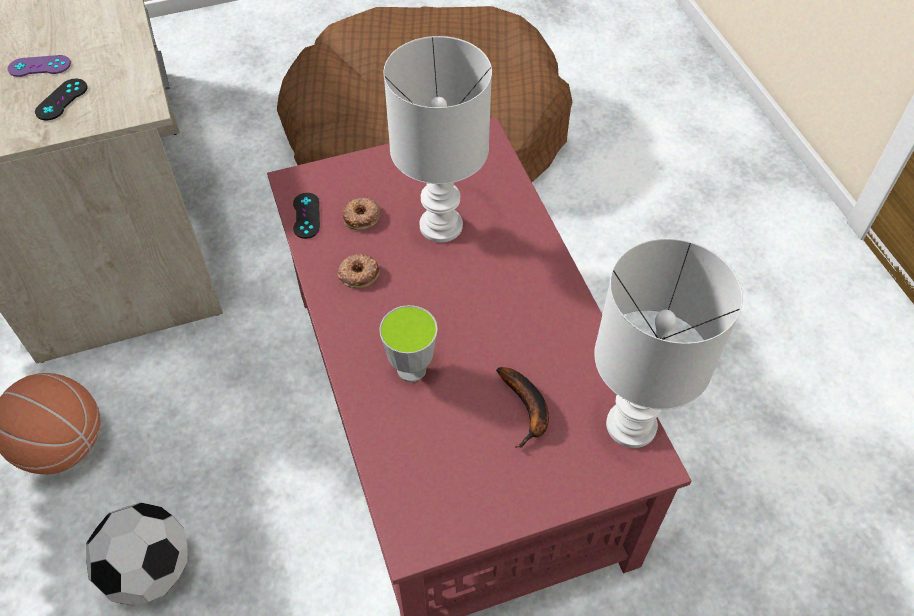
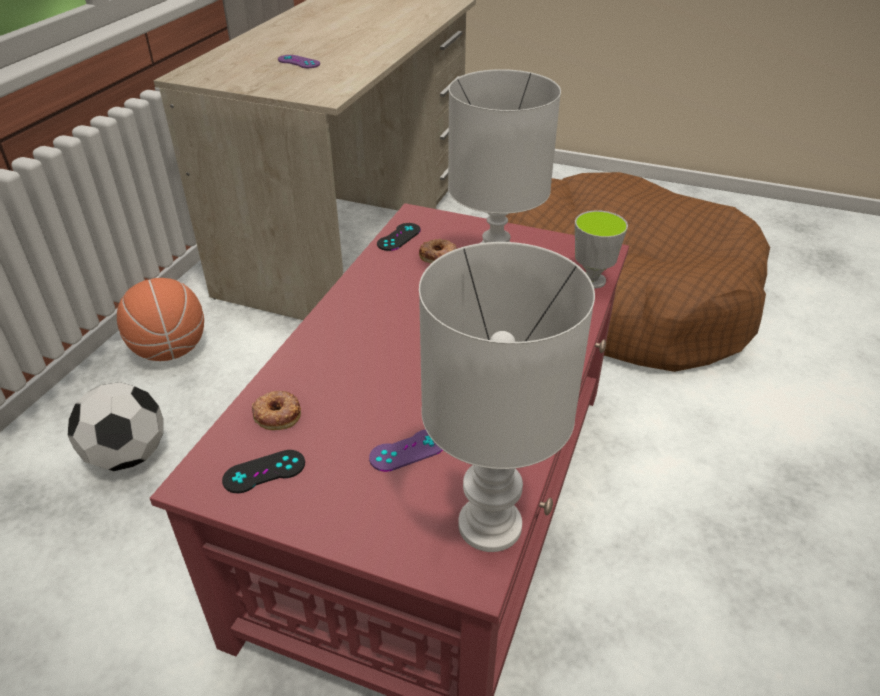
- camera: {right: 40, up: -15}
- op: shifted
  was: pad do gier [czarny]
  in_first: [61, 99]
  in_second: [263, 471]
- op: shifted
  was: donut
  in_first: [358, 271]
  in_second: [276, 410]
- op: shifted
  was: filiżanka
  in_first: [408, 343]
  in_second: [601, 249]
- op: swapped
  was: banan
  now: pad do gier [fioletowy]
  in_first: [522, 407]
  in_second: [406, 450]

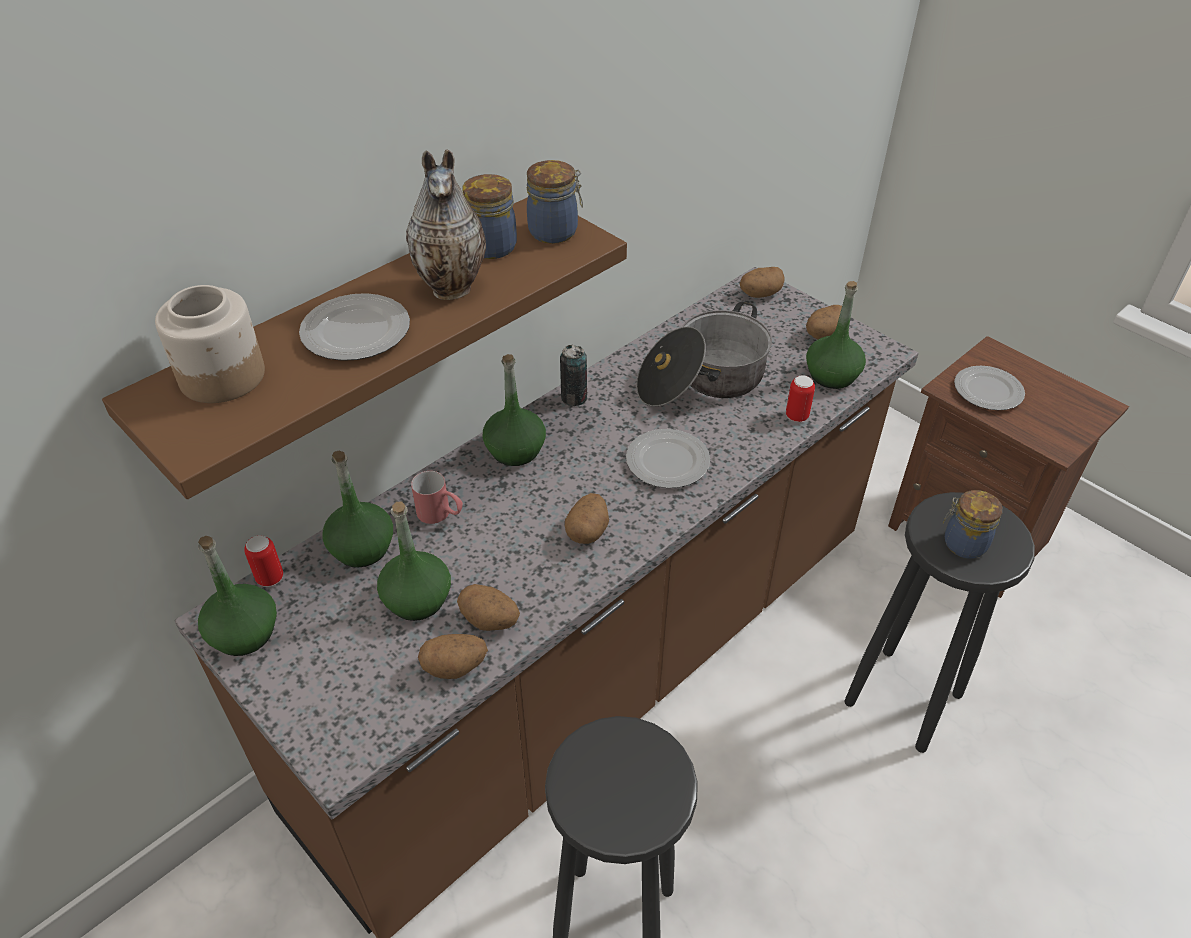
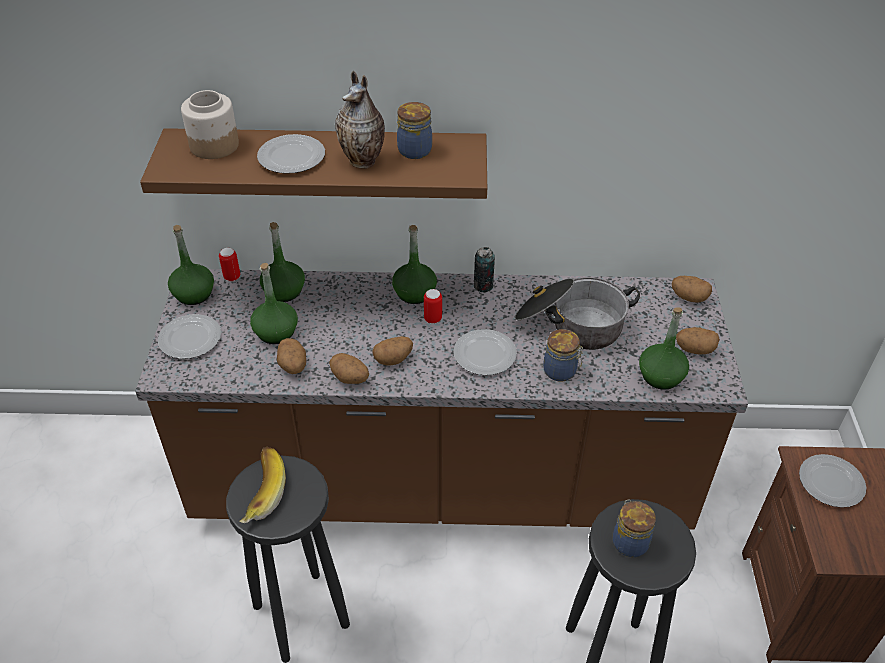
- camera: {right: 45, up: 0}
- op: gone
  was: kubek [czerwony]
  in_first: [437, 497]
- op: new
  now: talerz
  in_second: [189, 336]
- op: new
  now: banan
  in_second: [262, 485]
- op: shifted
  was: ziemniak
  in_first: [453, 656]
  in_second: [349, 368]
- op: shifted
  was: słoik
  in_first: [555, 202]
  in_second: [563, 355]
- op: shifted
  was: puszka
  in_first: [800, 398]
  in_second: [433, 306]

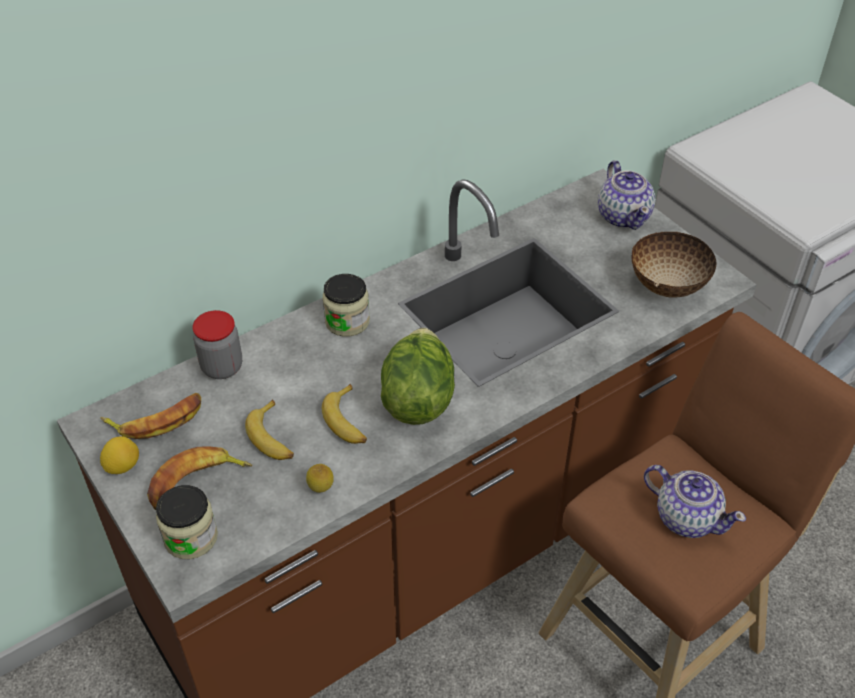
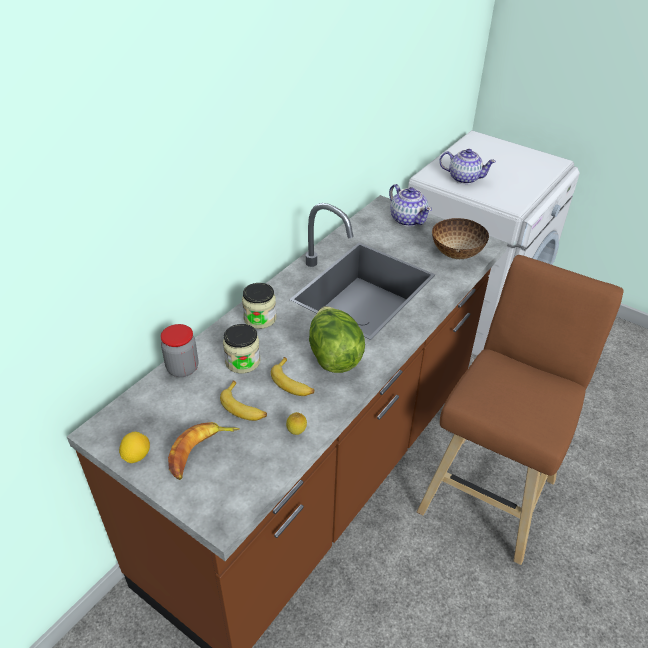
- camera: {right: -20, up: -5}
- op: gone
  was: banan
  in_first: [150, 416]
- op: shifted
  was: słoik
  in_first: [187, 522]
  in_second: [242, 348]
- op: shifted
  was: imbryk
  in_first: [695, 501]
  in_second: [467, 166]

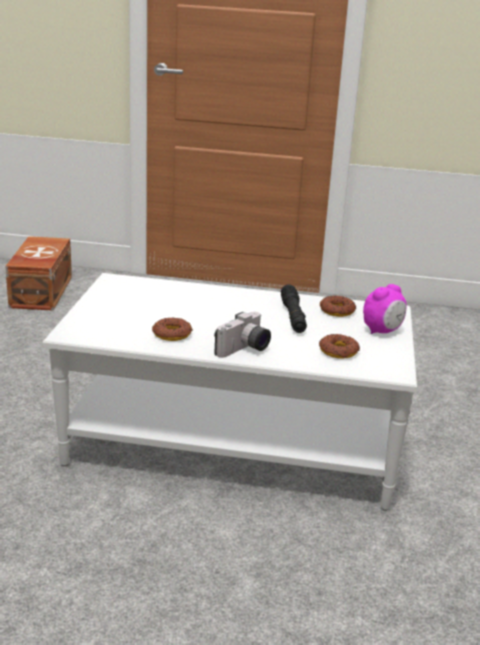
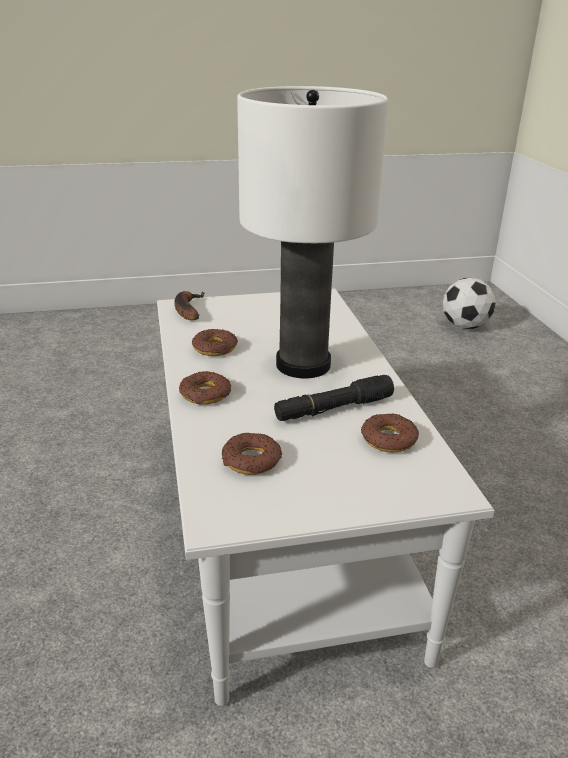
- camera: {right: 70, up: 5}
- op: gone
  was: budzik
  in_first: [385, 309]
- op: new
  now: banan
  in_second: [189, 305]
- op: new
  now: lampa stołowa [biały]
  in_second: [312, 232]
- op: swapped
  was: pojemnik do przechowywania [brązowy]
  now: piłka futbolowa
  in_first: [38, 273]
  in_second: [469, 303]
- op: swapped
  was: aparat fotograficzny
  now: donut
  in_first: [242, 335]
  in_second: [205, 388]

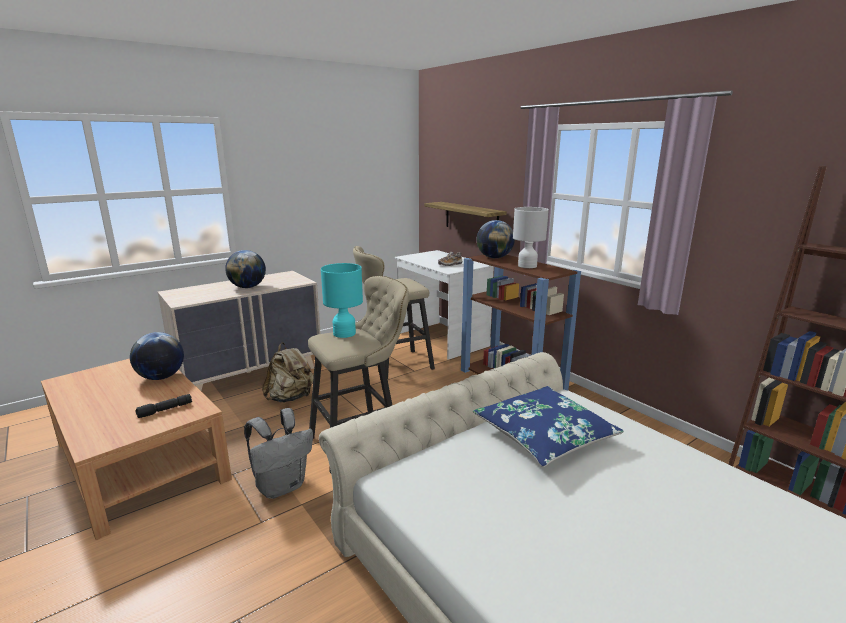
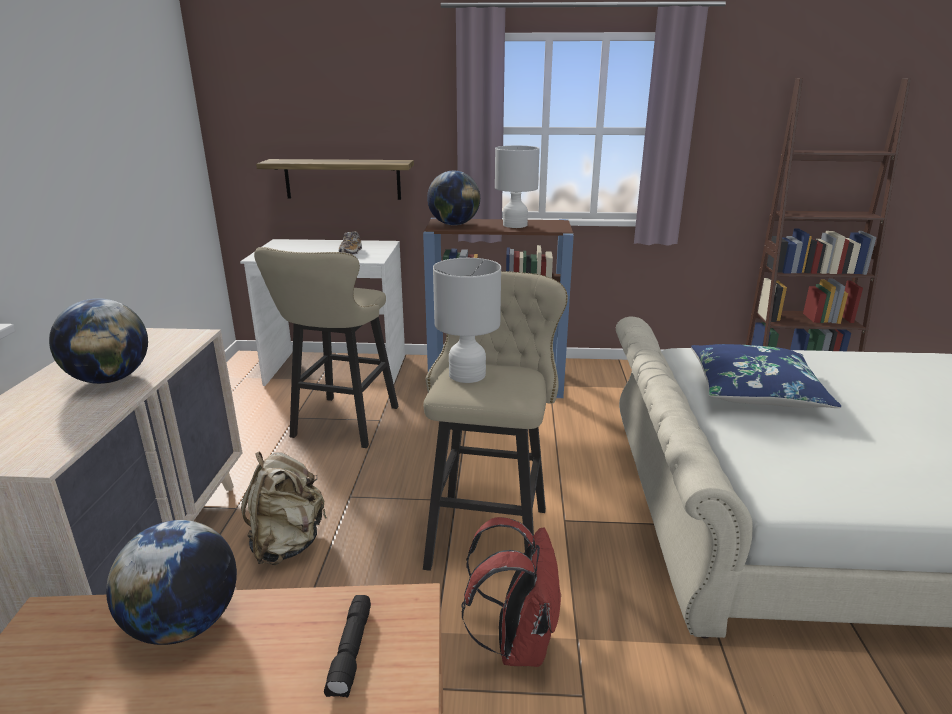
- camera: {right: -50, up: 5}
- op: repainted
  was: plecak [szary]
  now: plecak [czerwony]
  in_first: [278, 453]
  in_second: [511, 592]
- op: repainted
  was: lampa stołowa [turkusowy]
  now: lampa stołowa [szary]
  in_first: [342, 300]
  in_second: [467, 320]

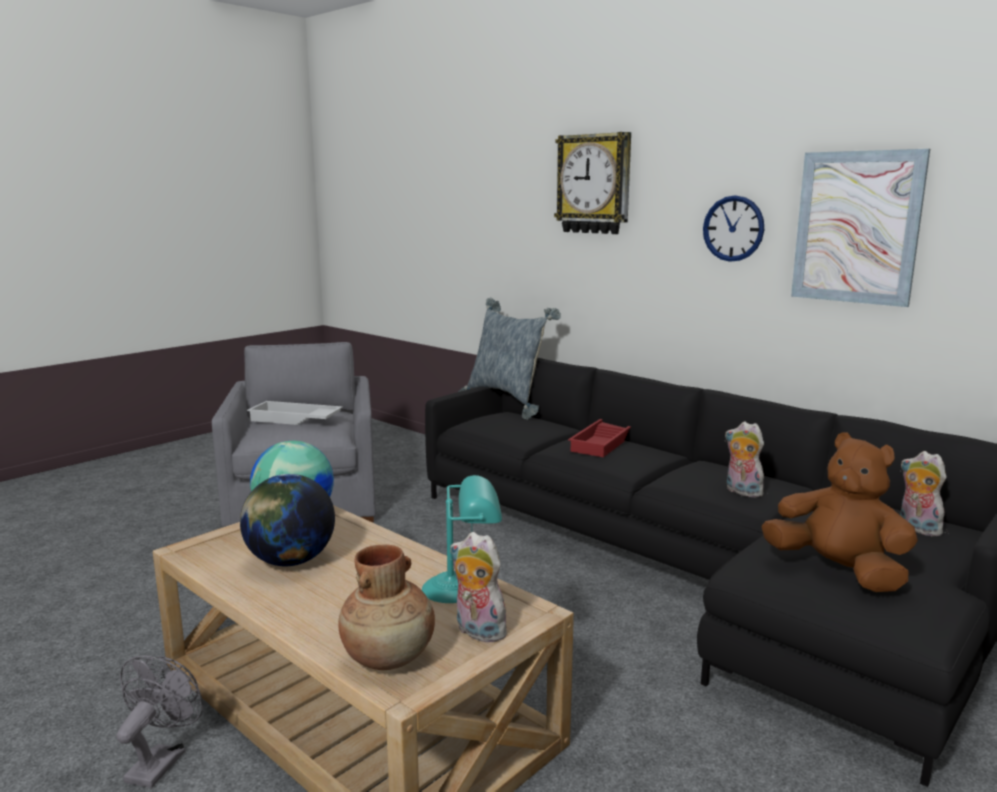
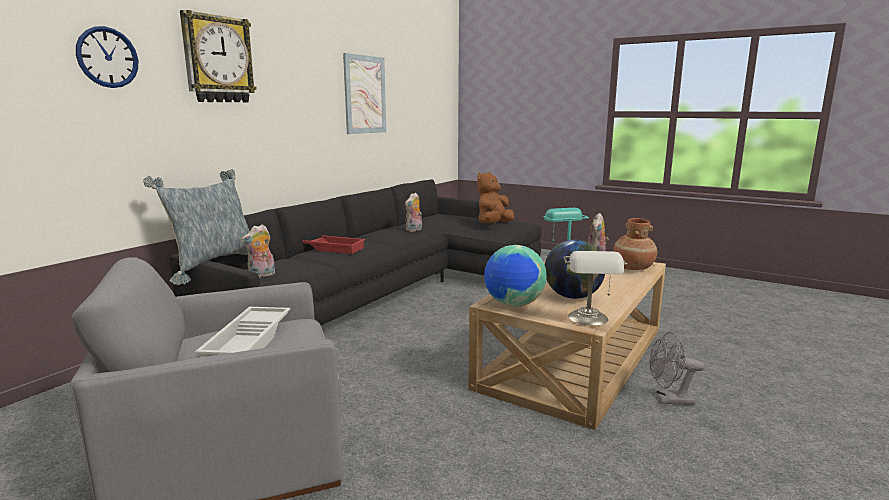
- camera: {right: -100, up: 0}
- op: new
  now: lampa stołowa [biały]
  in_second: [595, 288]
- op: shifted
  was: zegar ścienny
  in_first: [733, 228]
  in_second: [107, 57]
- op: shifted
  was: pluszak
  in_first: [923, 493]
  in_second: [258, 251]

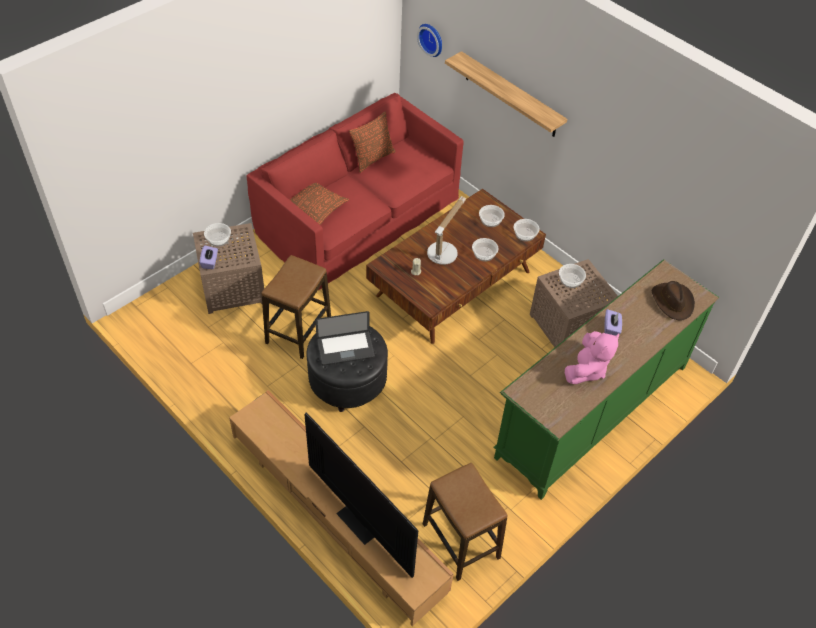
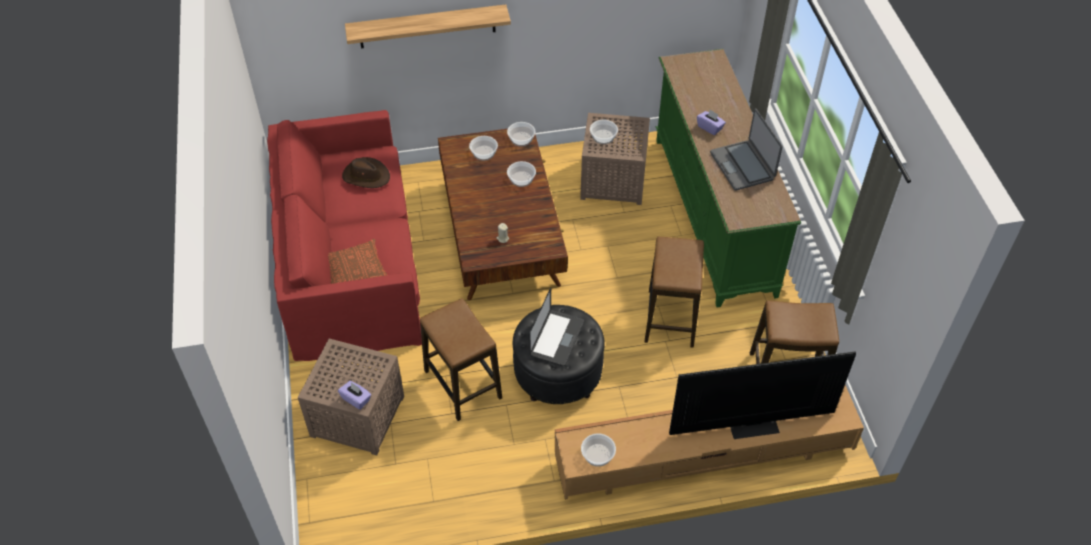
- camera: {right: -55, up: 0}
- op: gone
  was: poduszka [brązowy]
  in_first: [372, 142]
- op: gone
  was: zegar ścienny
  in_first: [429, 40]
- op: gone
  was: lampa stołowa
  in_first: [446, 230]
- op: new
  now: stołek
  in_second: [674, 292]
- op: shifted
  was: miska
  in_first: [217, 235]
  in_second: [598, 450]
- op: shifted
  was: kapelusz [brązowy]
  in_first: [673, 301]
  in_second: [366, 172]
- op: swapped
  was: pluszak [różowy]
  now: laptop
  in_first: [592, 357]
  in_second: [746, 149]

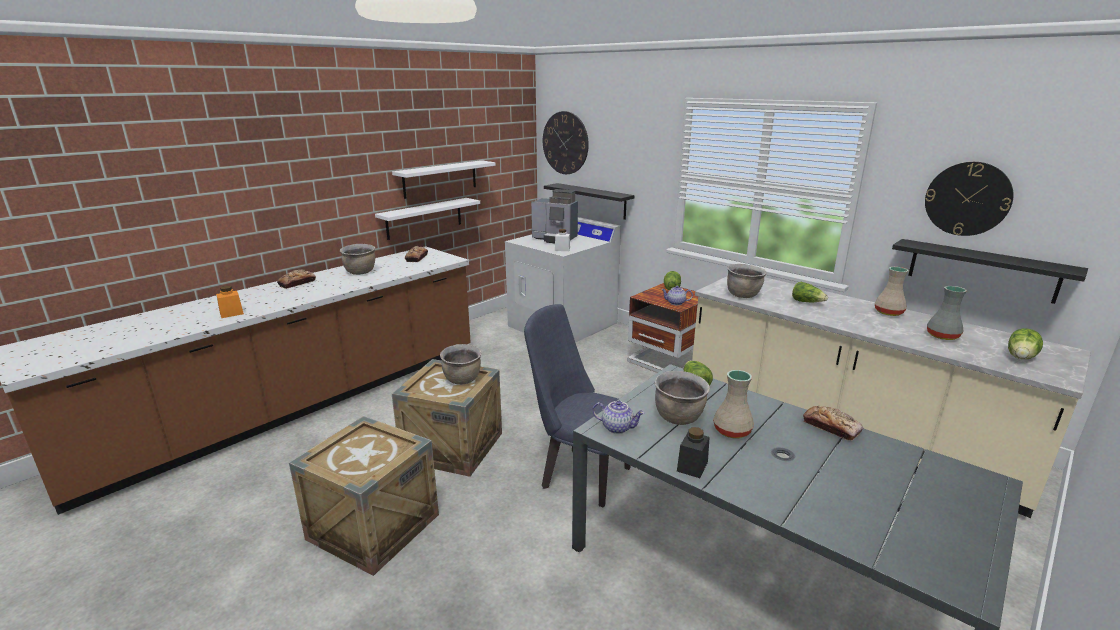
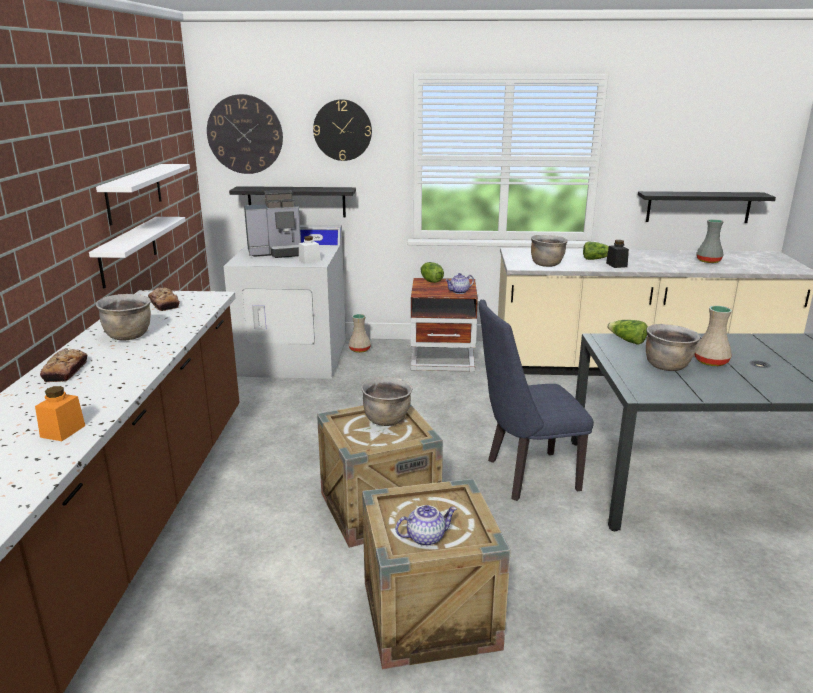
- camera: {right: -40, up: 0}
- op: gone
  was: chleb
  in_first: [833, 423]
- op: gone
  was: sałata
  in_first: [1025, 343]
- op: shifted
  was: imbryk
  in_first: [618, 417]
  in_second: [426, 525]
- op: shifted
  was: słoik [czarny]
  in_first: [693, 452]
  in_second: [617, 254]
- op: shifted
  was: wazon [beżowy]
  in_first: [892, 291]
  in_second: [360, 333]
- op: shifted
  was: zegar ścienny
  in_first: [969, 199]
  in_second: [342, 130]

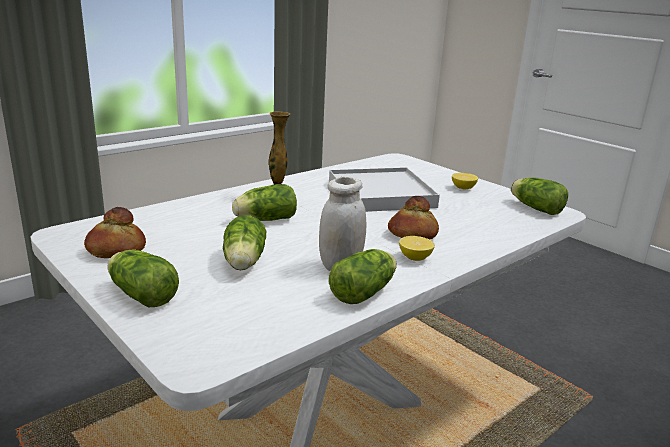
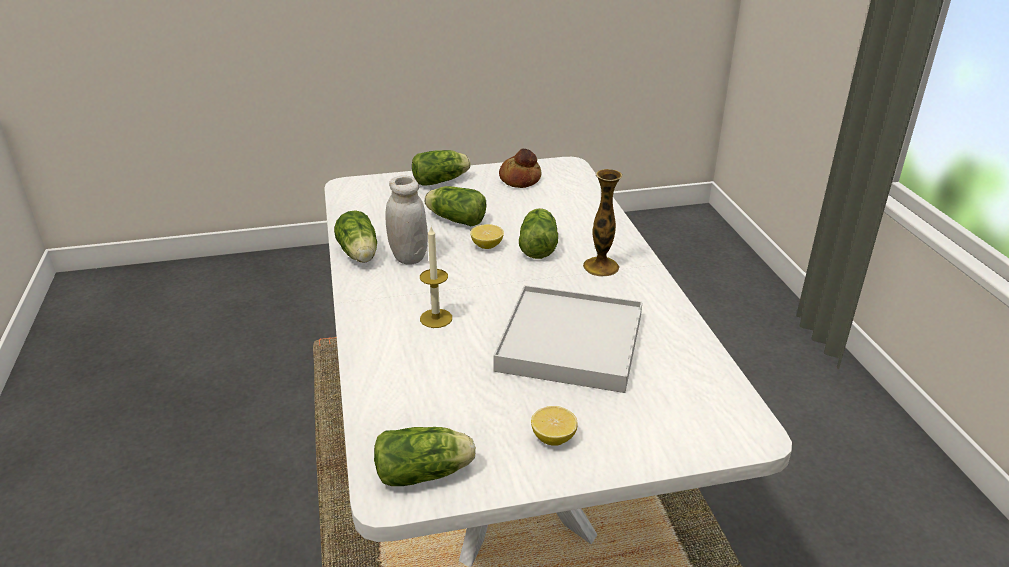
- camera: {right: 120, up: 10}
- op: shifted
  was: cytryna
  in_first: [417, 248]
  in_second: [487, 236]
- op: swapped
  was: chleb
  now: świeca
  in_first: [413, 218]
  in_second: [436, 277]

